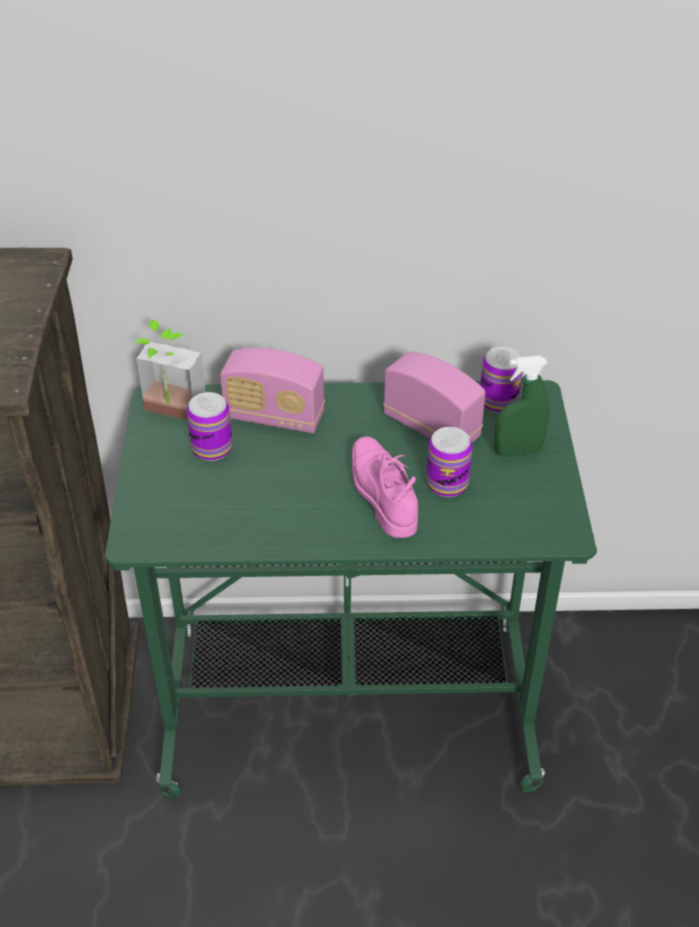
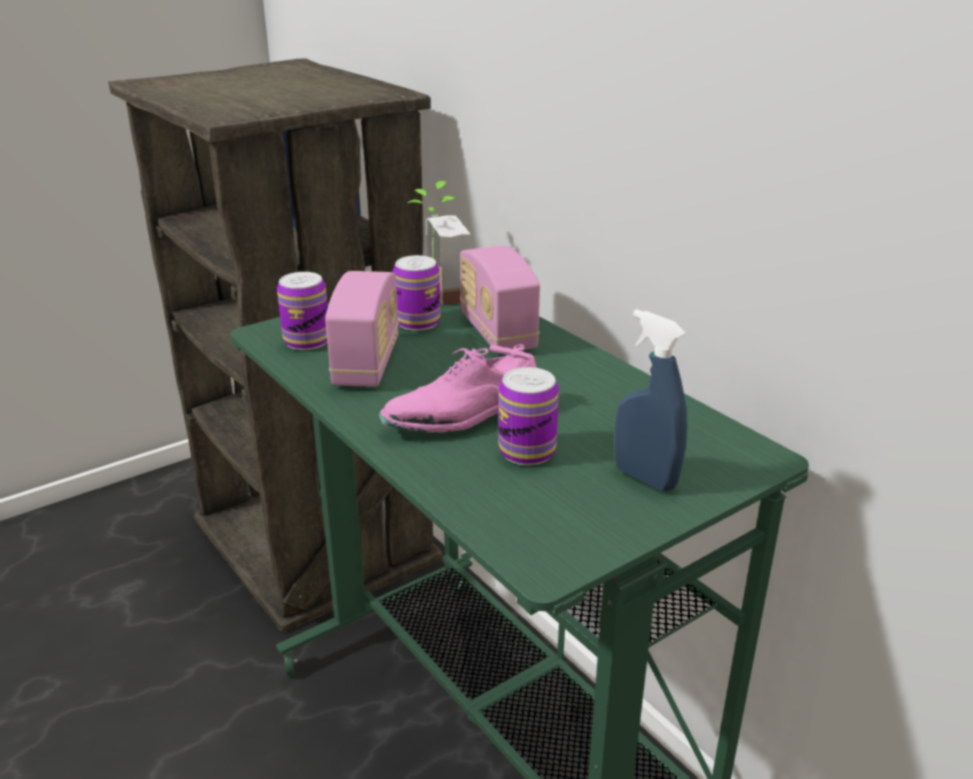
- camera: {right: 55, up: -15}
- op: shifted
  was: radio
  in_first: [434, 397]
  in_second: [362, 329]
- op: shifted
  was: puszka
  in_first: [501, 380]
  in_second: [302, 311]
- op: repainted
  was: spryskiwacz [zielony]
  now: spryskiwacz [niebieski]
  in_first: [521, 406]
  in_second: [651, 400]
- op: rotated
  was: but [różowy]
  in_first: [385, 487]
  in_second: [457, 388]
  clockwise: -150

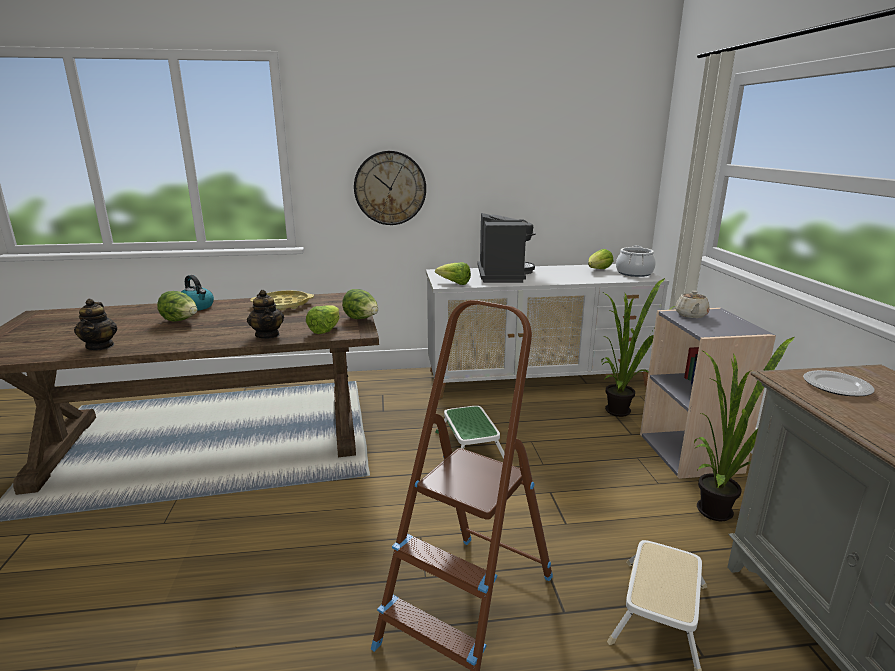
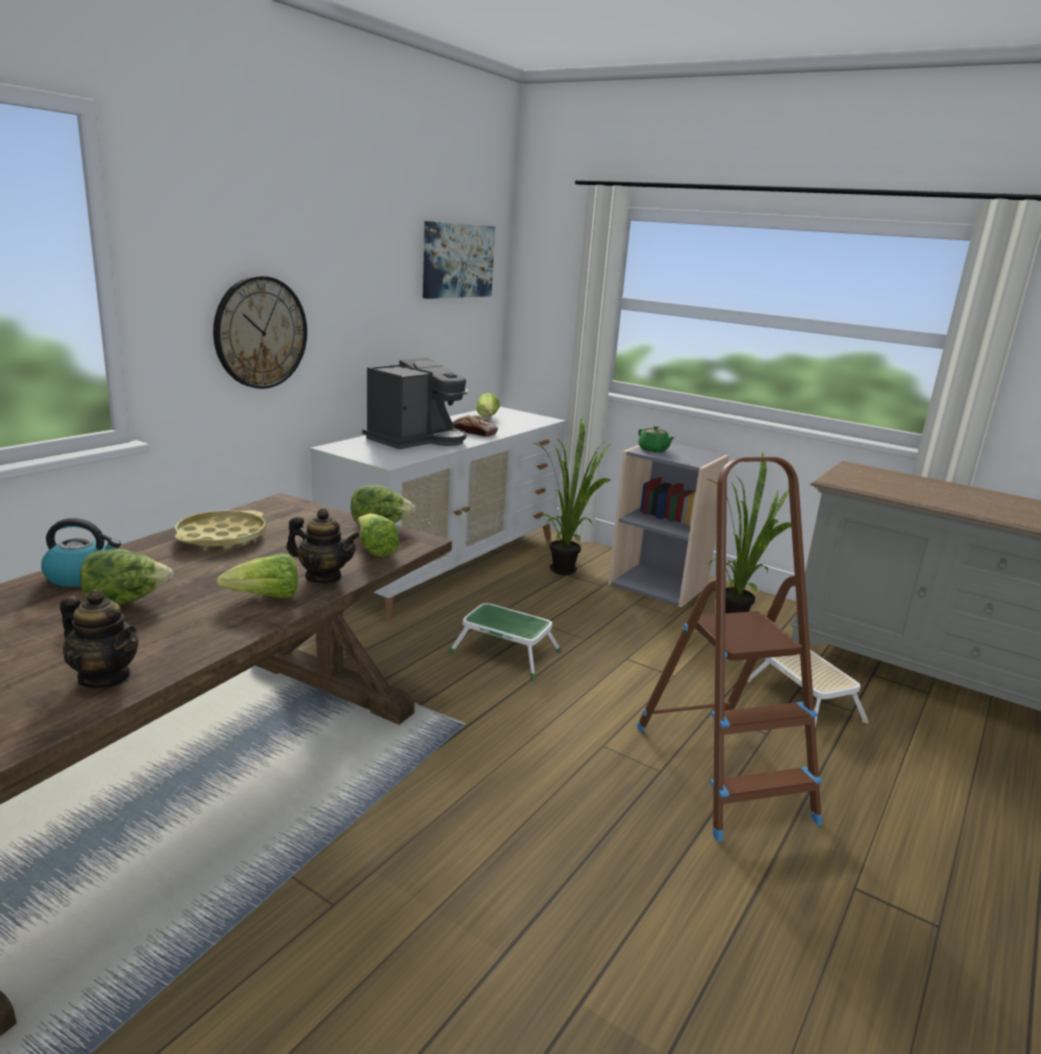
- camera: {right: -50, up: 0}
- op: gone
  was: garnek
  in_first: [636, 261]
- op: gone
  was: talerz
  in_first: [839, 383]
- op: new
  now: obraz
  in_second: [459, 260]
- op: new
  now: chleb
  in_second: [475, 426]
- op: shifted
  was: sałata
  in_first: [453, 273]
  in_second: [257, 576]
- op: repainted
  was: imbryk [beżowy]
  now: imbryk [zielony]
  in_first: [692, 304]
  in_second: [656, 439]
- op: rotated
  was: ekspres do kawy
  in_first: [507, 248]
  in_second: [415, 403]
  clockwise: 90

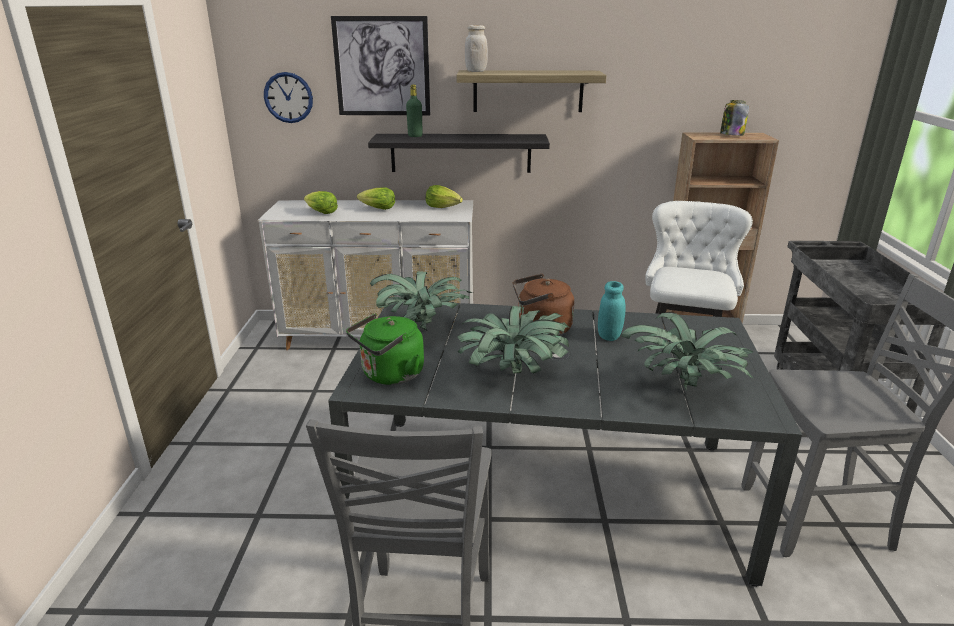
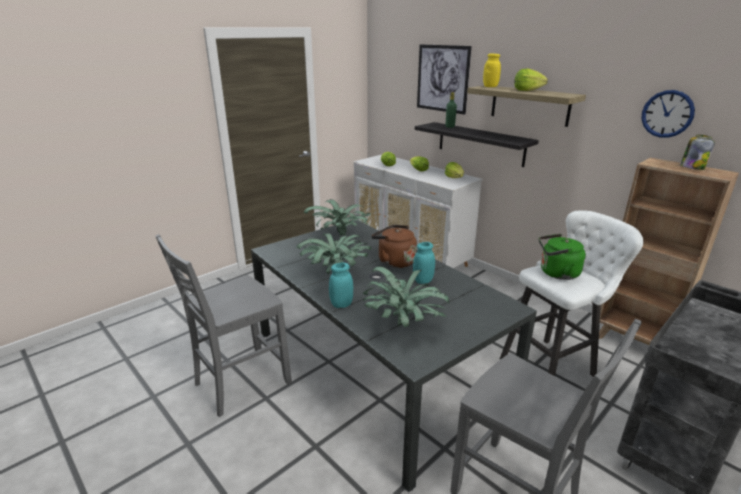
- camera: {right: 45, up: 0}
- op: new
  now: słoik [turkusowy]
  in_second: [341, 285]
- op: new
  now: sałata
  in_second: [531, 80]
- op: shifted
  was: zegar ścienny
  in_first: [288, 97]
  in_second: [668, 114]
- op: shifted
  was: czajnik [zielony]
  in_first: [385, 349]
  in_second: [562, 257]
- op: repainted
  was: słoik [biały]
  now: słoik [żółty]
  in_first: [476, 48]
  in_second: [492, 70]

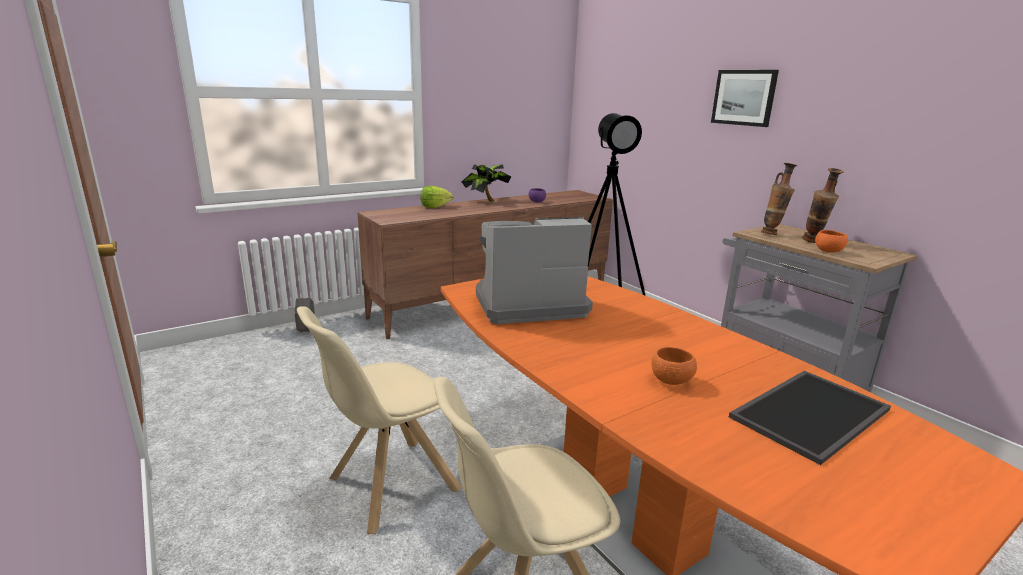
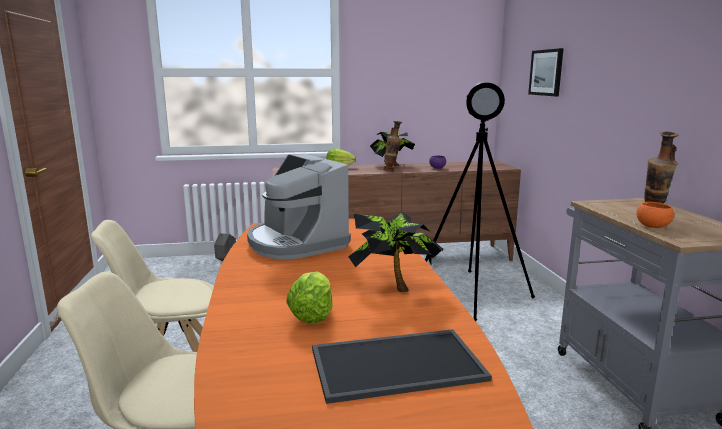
- camera: {right: 25, up: -5}
- op: new
  now: roślina doniczkowa
  in_second: [396, 251]
- op: shifted
  was: obraz
  in_first: [745, 98]
  in_second: [546, 72]
- op: shifted
  was: wazon
  in_first: [779, 199]
  in_second: [392, 146]
- op: swapped
  was: miska [pomarańczowy]
  now: sałata
  in_first: [674, 366]
  in_second: [309, 297]
- op: rotated
  was: ekspres do kawy
  in_first: [534, 270]
  in_second: [299, 207]
  clockwise: -135

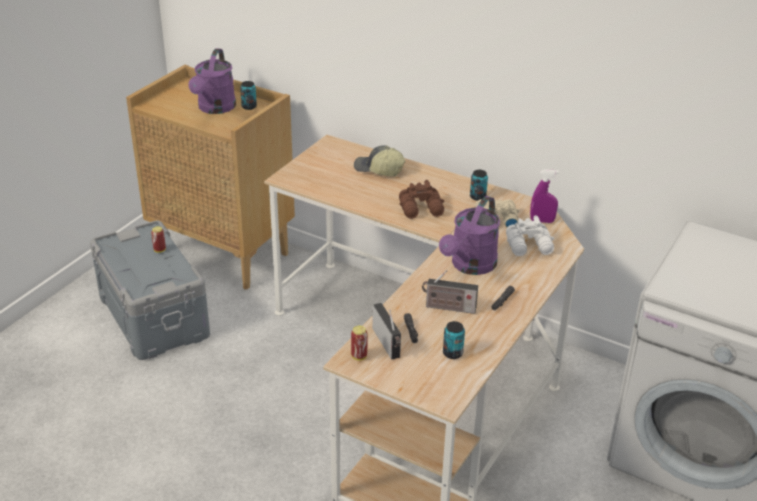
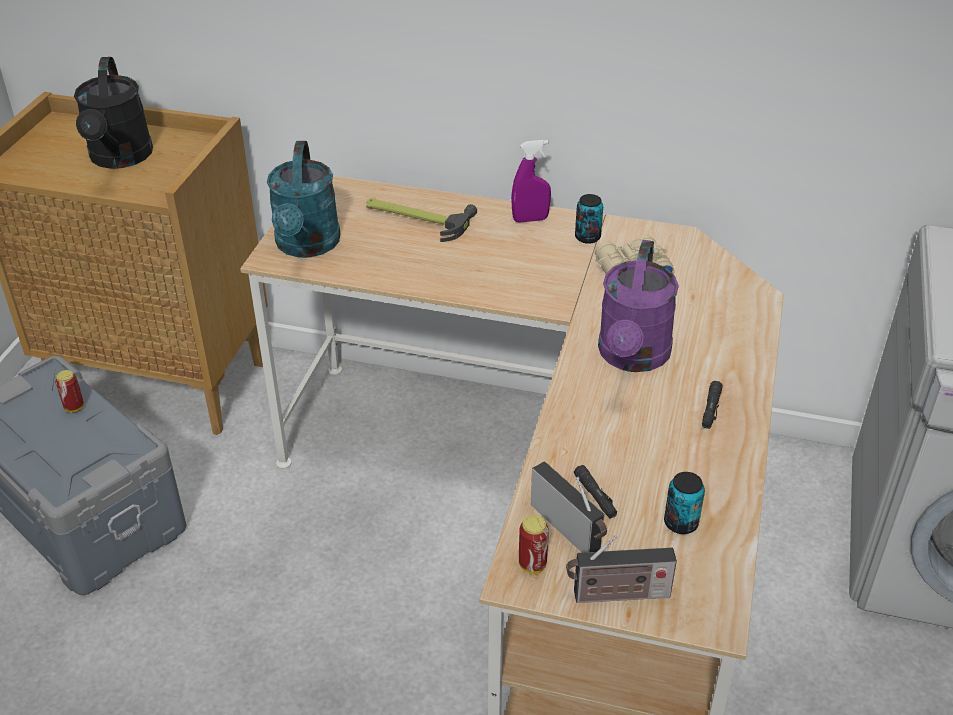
- camera: {right: -15, up: 5}
- op: gone
  was: puszka
  in_first: [248, 95]
- op: gone
  was: lornetka [brązowy]
  in_first: [421, 199]
- op: gone
  was: lornetka [biały]
  in_first: [530, 235]
- op: new
  now: konewka [turkusowy]
  in_second: [303, 199]
- op: shifted
  was: radio
  in_first: [450, 292]
  in_second: [621, 569]
- op: shifted
  was: spryskiwacz [fioletowy]
  in_first: [544, 196]
  in_second: [531, 181]
- op: swapped
  was: czapka z daszkiem
  now: młotek
  in_first: [380, 161]
  in_second: [421, 220]
- op: repainted
  was: konewka [fioletowy]
  now: konewka [czarny]
  in_first: [212, 81]
  in_second: [113, 113]

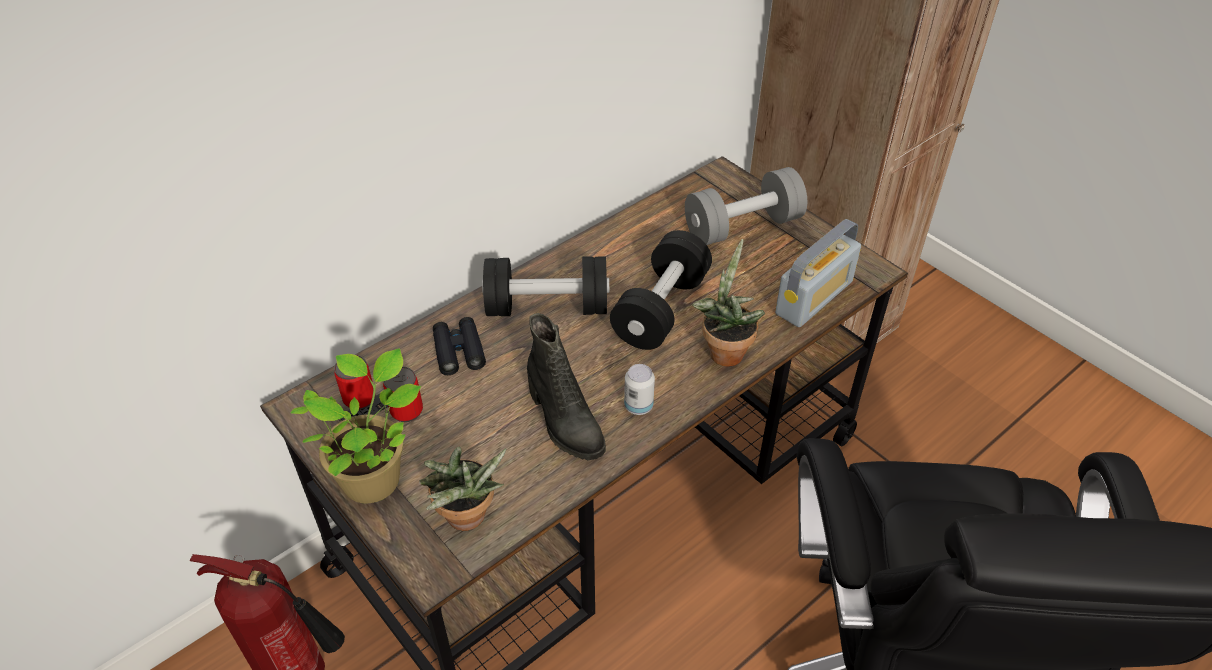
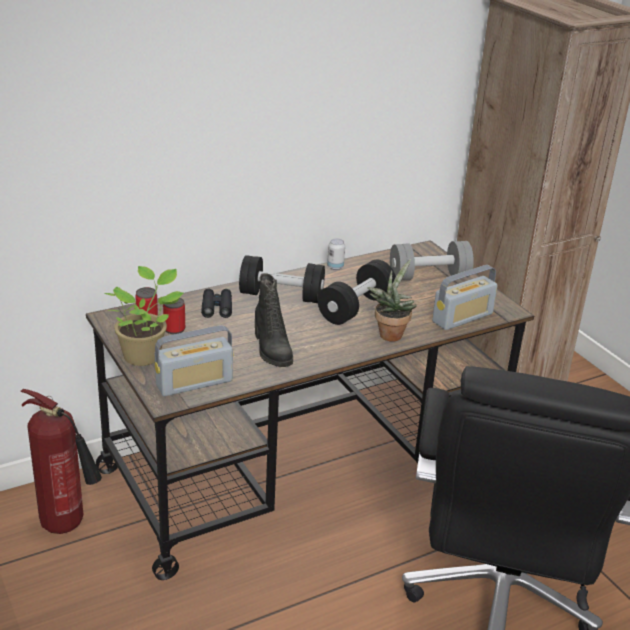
- camera: {right: 10, up: -15}
- op: shifted
  was: puszka
  in_first: [639, 389]
  in_second: [336, 254]
- op: swapped
  was: roślina doniczkowa
  now: radio
  in_first: [463, 489]
  in_second: [194, 360]

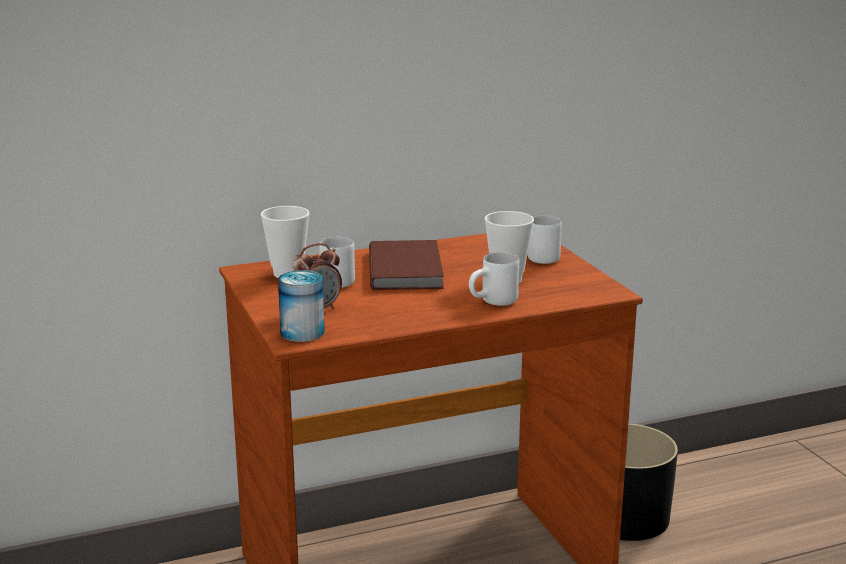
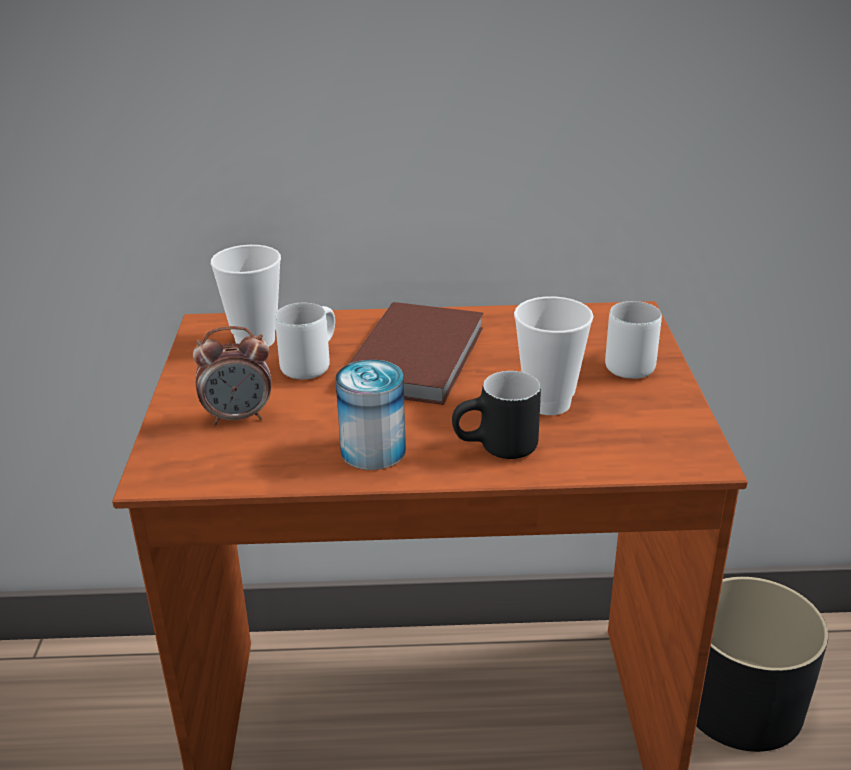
- camera: {right: 20, up: 10}
- op: shifted
  was: puszka
  in_first: [301, 306]
  in_second: [370, 415]
- op: repainted
  was: kubek [biały]
  now: kubek [czarny]
  in_first: [494, 279]
  in_second: [496, 415]

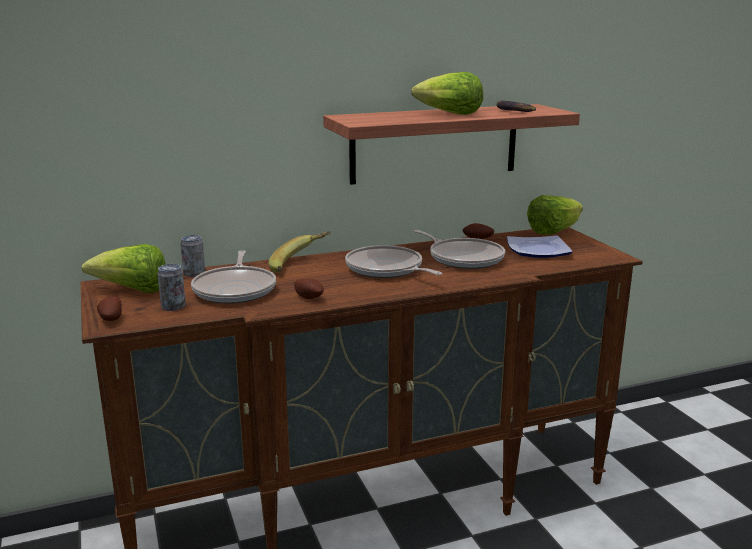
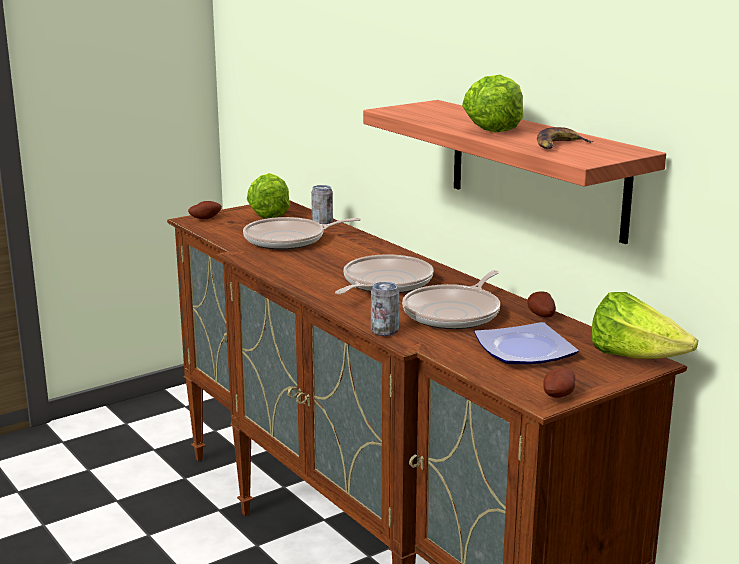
- camera: {right: 75, up: 0}
- op: gone
  was: banan
  in_first: [300, 252]
- op: shifted
  was: puszka
  in_first: [172, 287]
  in_second: [385, 309]
- op: shifted
  was: ziemniak
  in_first: [309, 288]
  in_second: [559, 383]

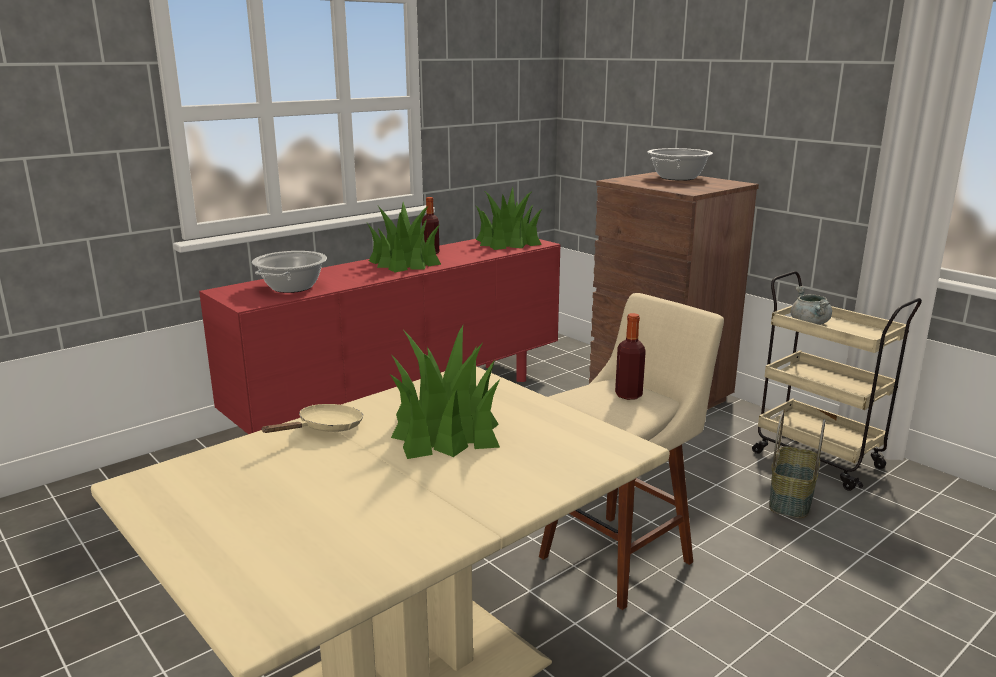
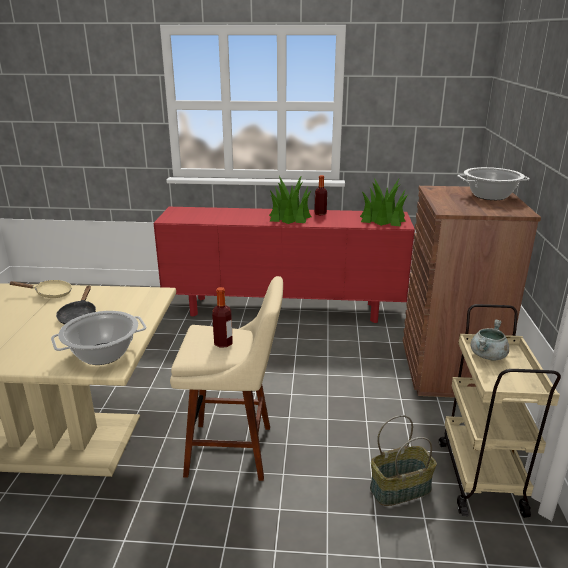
- camera: {right: 45, up: 5}
- op: shifted
  was: garnek
  in_first: [289, 272]
  in_second: [98, 338]
- op: swapped
  was: roślina doniczkowa
  now: patelnia [czarny]
  in_first: [445, 392]
  in_second: [76, 305]

